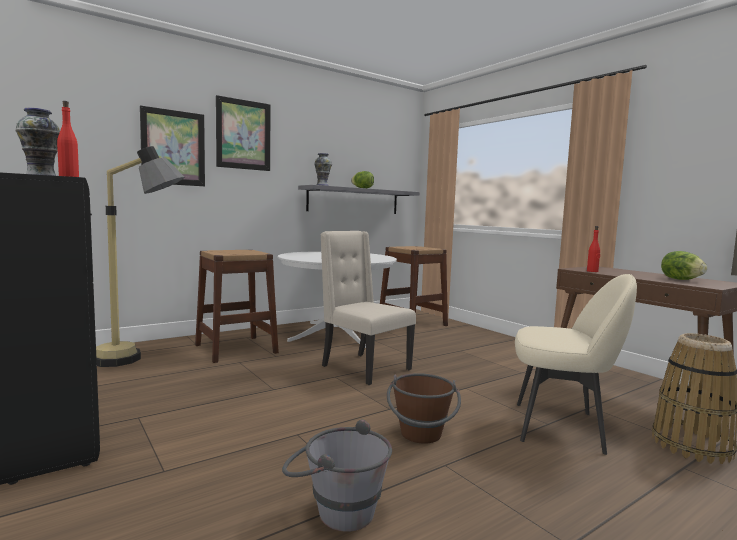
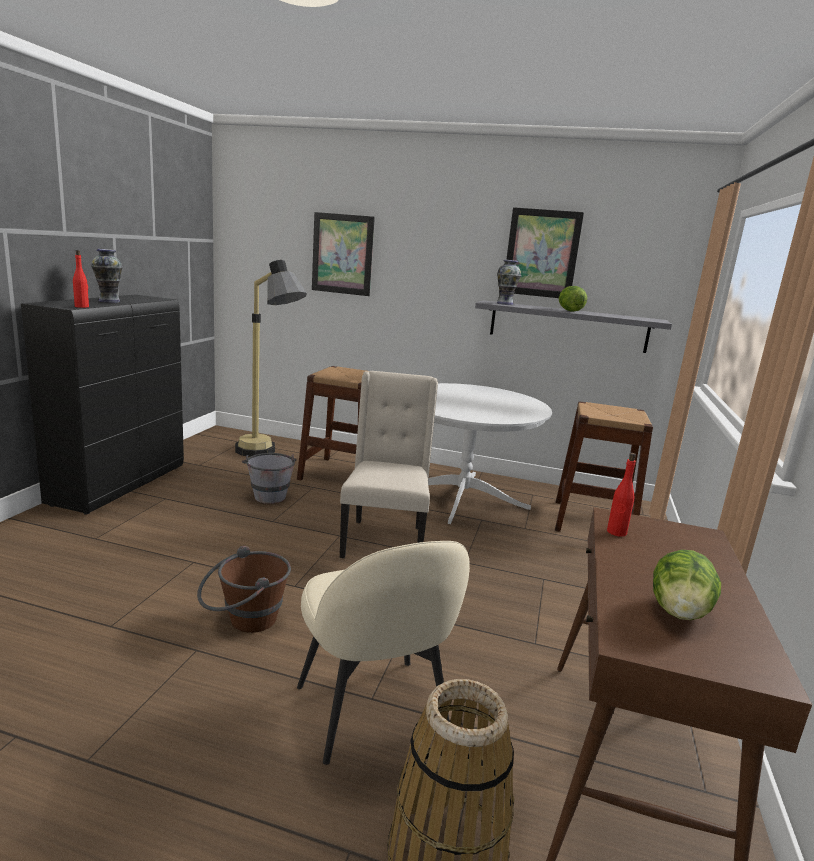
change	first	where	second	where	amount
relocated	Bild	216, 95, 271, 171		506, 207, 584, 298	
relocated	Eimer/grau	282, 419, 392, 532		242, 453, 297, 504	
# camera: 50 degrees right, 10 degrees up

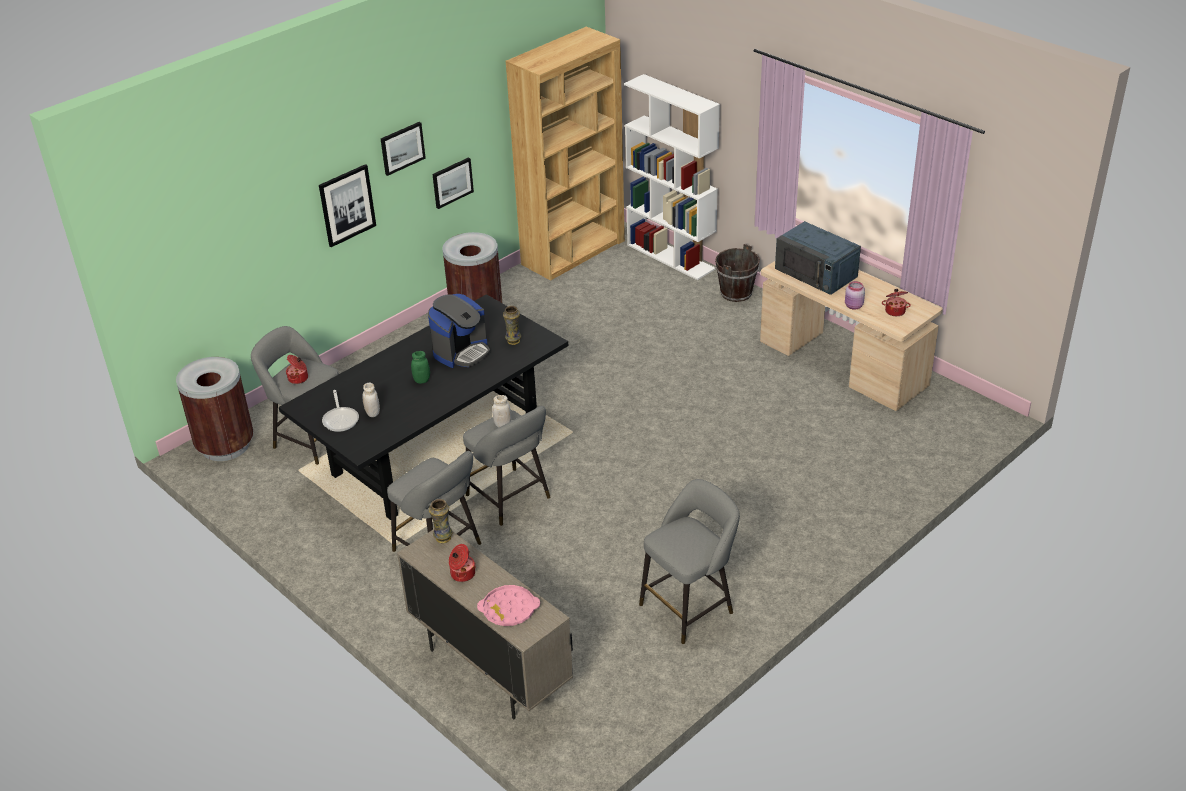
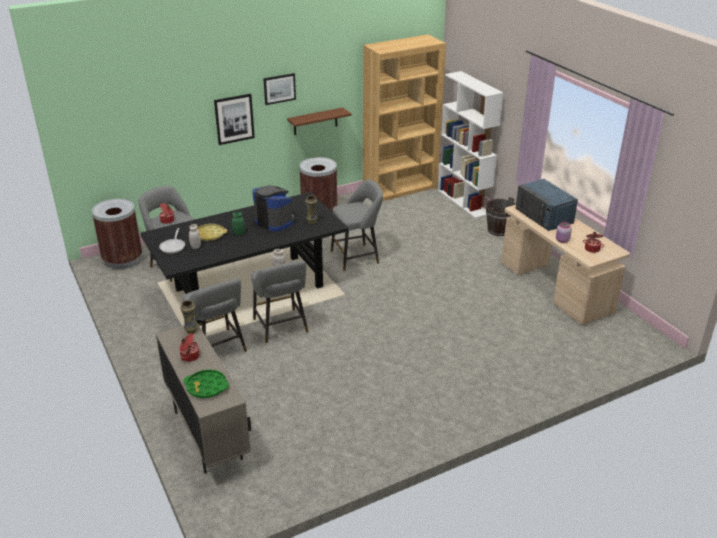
change	first	where	second	where	amount
appeared			Tablett/gelb	197, 224, 227, 241	
relocated	Hocker/grau	639, 479, 740, 644		331, 180, 383, 271	
exchanged	Bild	432, 157, 474, 209	Wandregal/braun	287, 107, 351, 135	
colour	Tablett/rosa	477, 585, 540, 626	Tablett/grün	183, 369, 229, 398	
spun	Kaffeemaschine	428, 294, 490, 368		252, 186, 295, 231	105 degrees counterclockwise
# camera: 15 degrees right, 5 degrees down

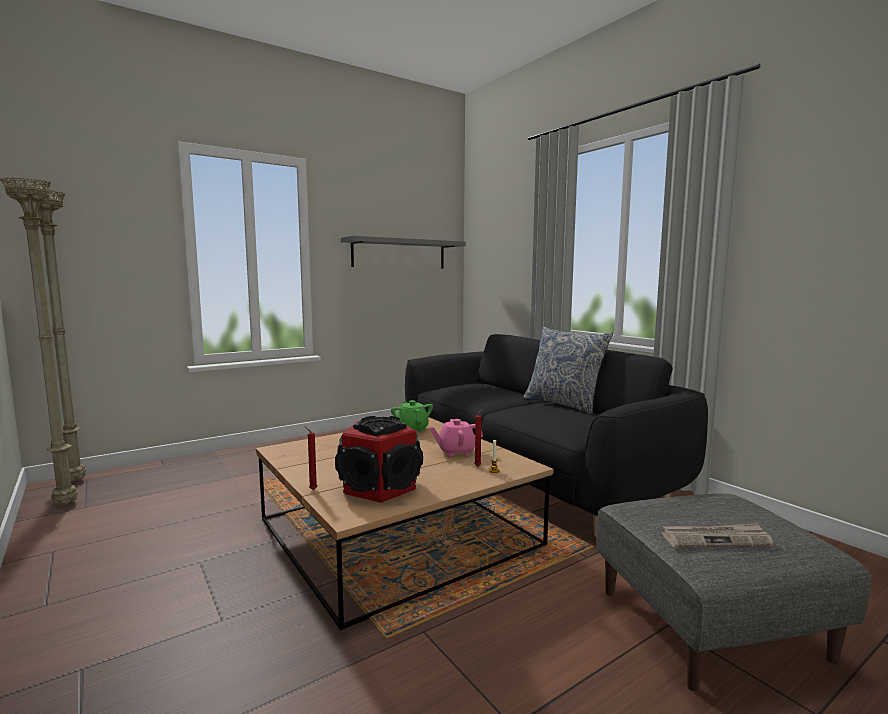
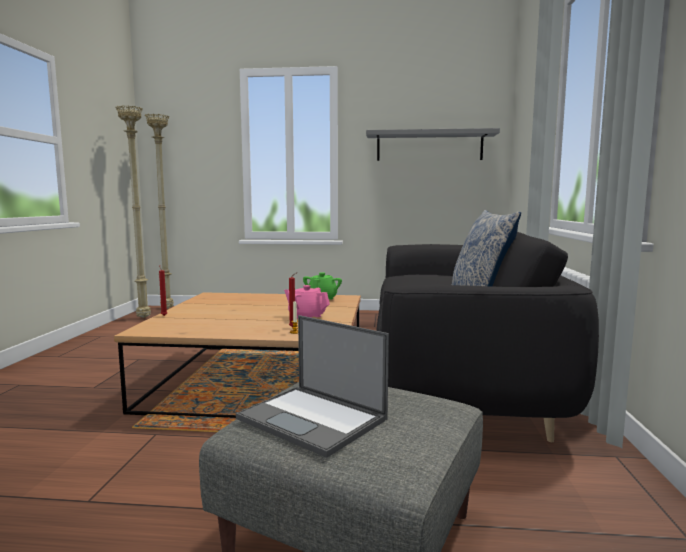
change	first	where	second	where	amount
missing	Lautsprecher	335, 416, 423, 503			
exchanged	Zeitung	661, 523, 774, 547	Laptop	236, 315, 389, 458	
# camera: 40 degrees right, 0 degrees up

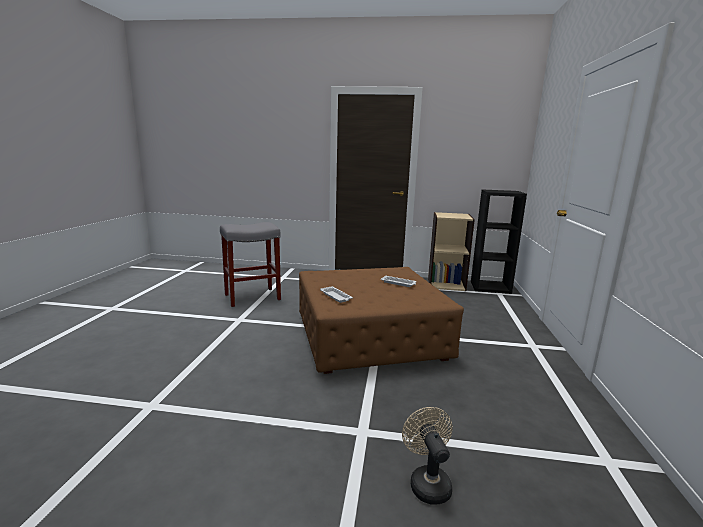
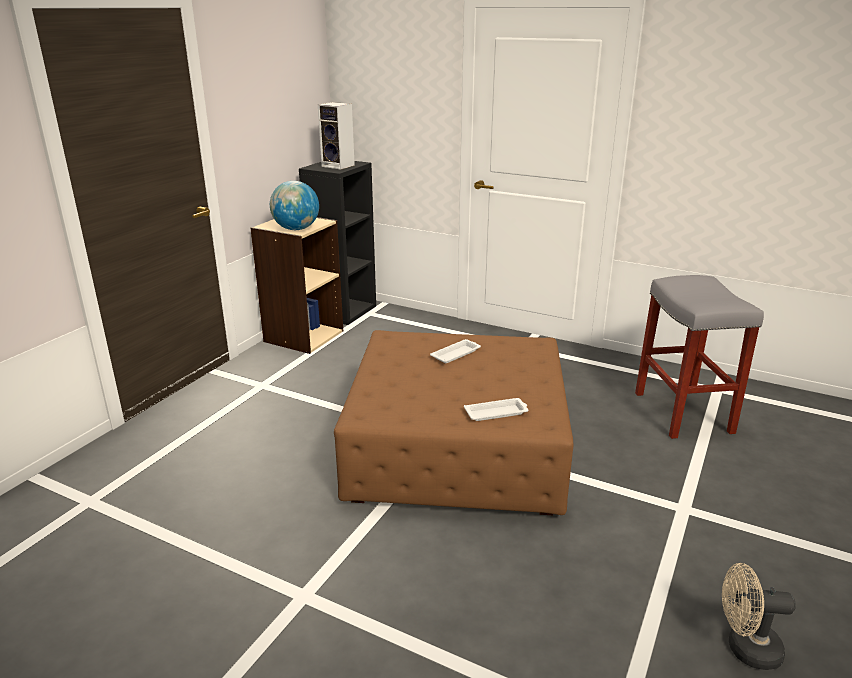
change	first	where	second	where	amount
appeared			Globus	270, 181, 319, 230	
appeared			Lautsprecher	318, 102, 355, 169	
relocated	Hocker/grau	220, 222, 281, 307		635, 275, 764, 439	
relocated	Ventilator/beige	402, 407, 453, 505		722, 563, 796, 670	
# camera: 70 degrees left, 10 degrees up

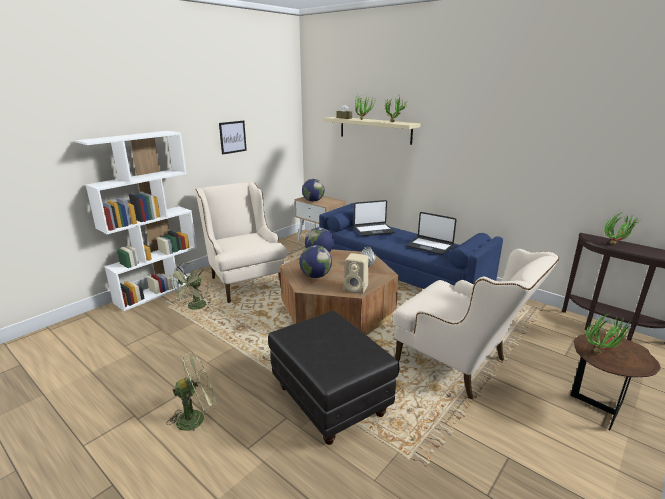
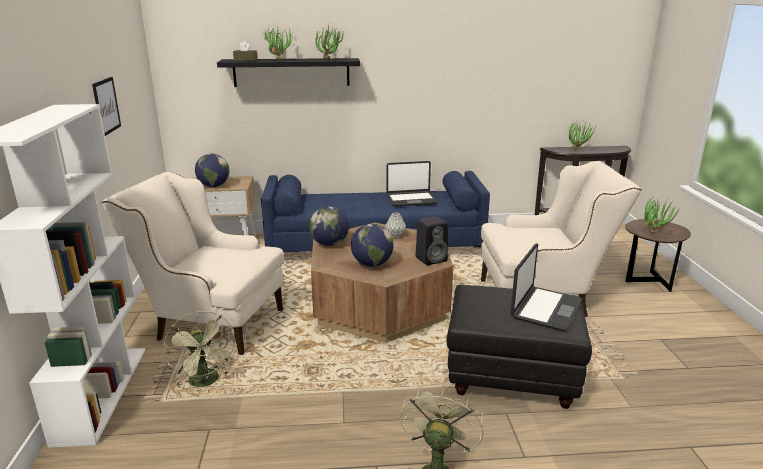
change	first	where	second	where	amount
relocated	Laptop	354, 200, 395, 236		510, 243, 582, 331	
colour	Wandregal/beige	324, 117, 420, 145	Wandregal/schwarz	217, 58, 360, 87	
colour	Lautsprecher/beige	344, 253, 368, 294	Lautsprecher/schwarz	416, 216, 448, 265	
# camera: 45 degrees left, 0 degrees up

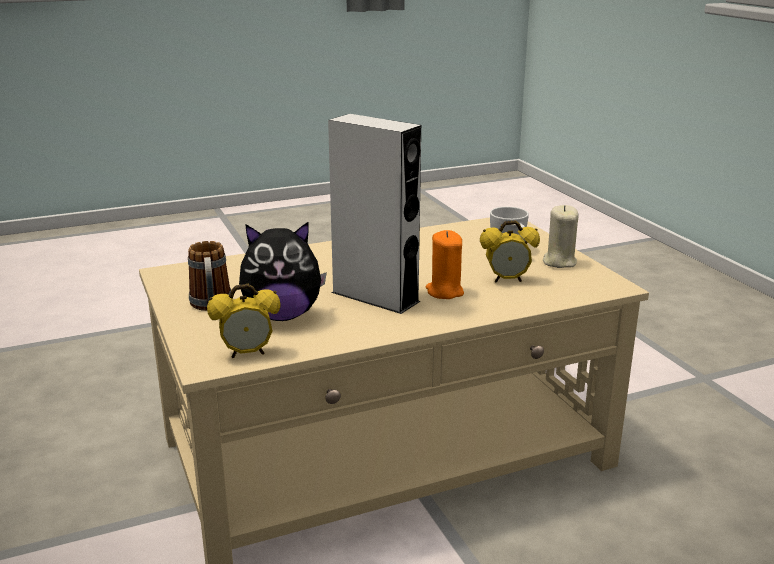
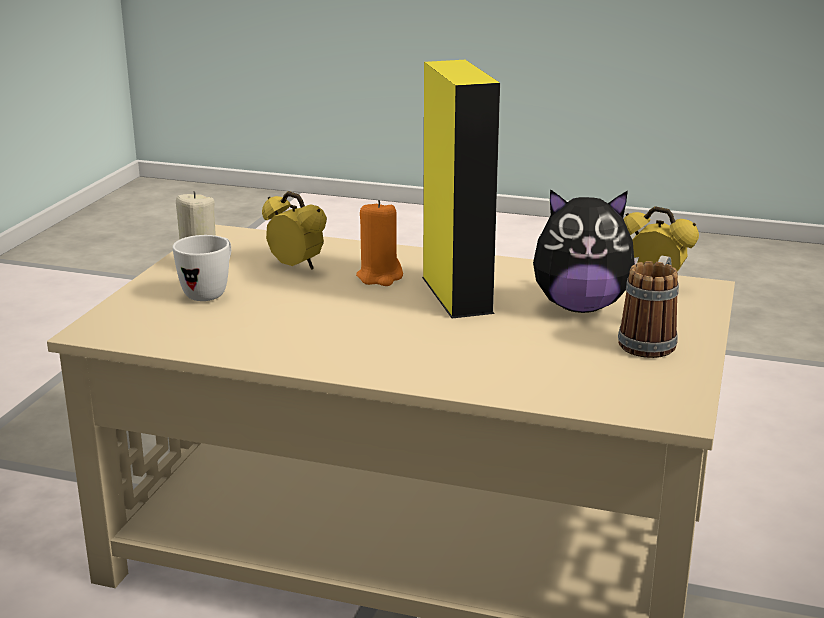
change	first	where	second	where	amount
colour	Lautsprecher/grau	328, 114, 421, 314	Lautsprecher/gelb	422, 60, 500, 318	
spun	Plüschtier	239, 222, 327, 321		533, 189, 639, 313	150 degrees clockwise
# camera: 140 degrees left, 0 degrees up

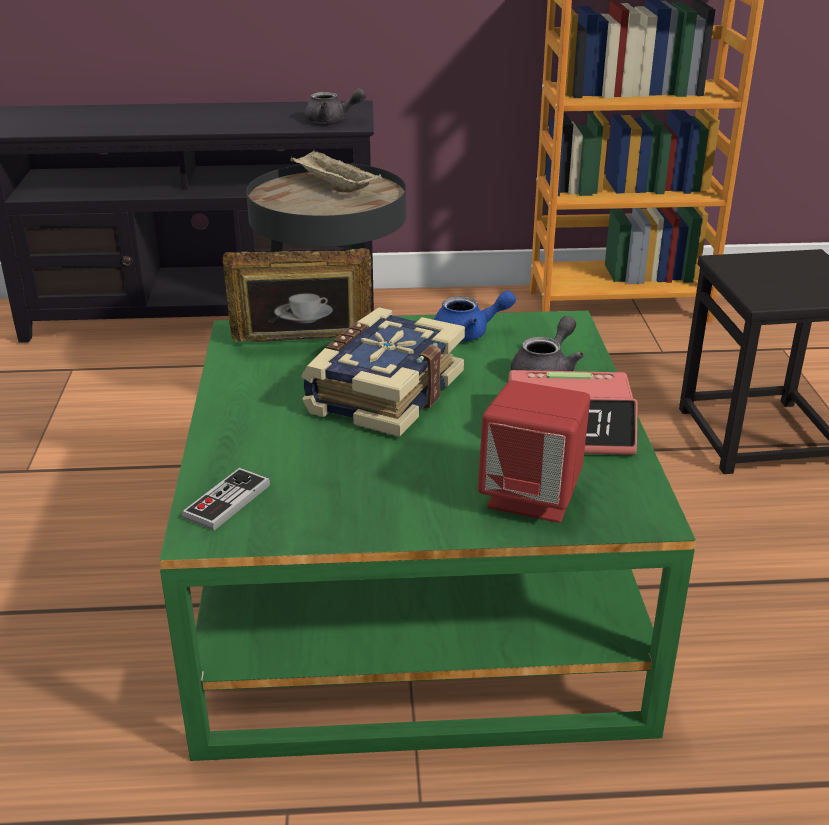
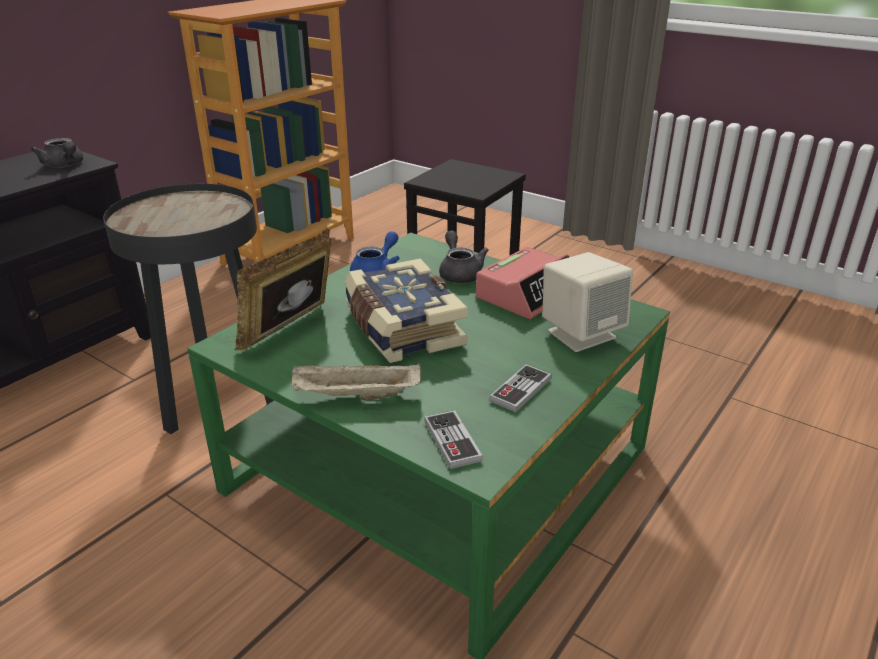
change	first	where	second	where	amount
appeared			Gamepad	489, 364, 552, 412	
relocated	Tablett/beige	290, 150, 382, 192		292, 363, 421, 400	
colour	Lautsprecher/rot	478, 380, 590, 523	Lautsprecher/beige	543, 252, 633, 352	
spun	Teekanne/grau	305, 88, 366, 124		31, 138, 83, 168	90 degrees clockwise
# camera: 50 degrees left, 0 degrees up

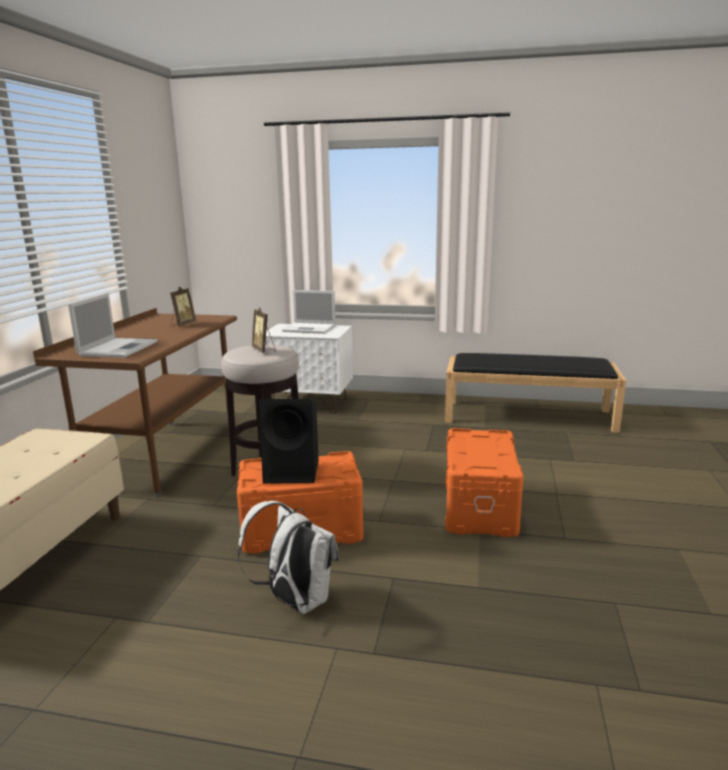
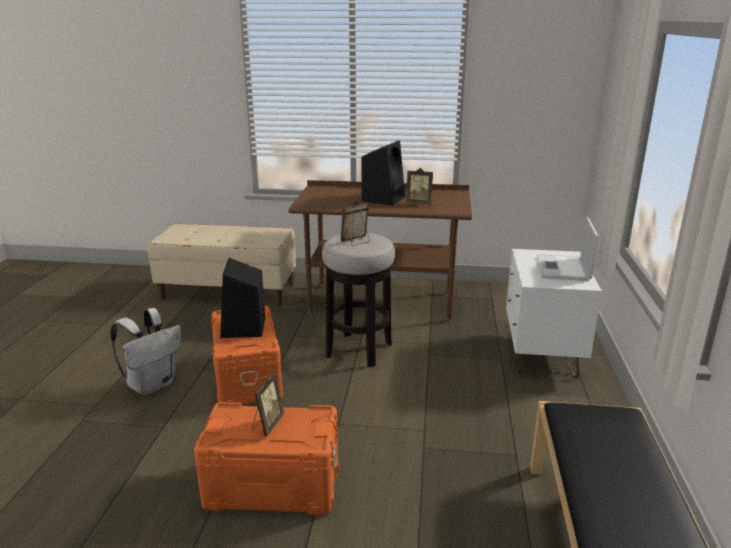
change	first	where	second	where	amount
missing	Laptop	68, 293, 157, 358			
appeared			Bilderrahmen	252, 372, 284, 436	
appeared			Lautsprecher/schwarz	361, 140, 405, 205	
# camera: 85 degrees right, 5 degrees up

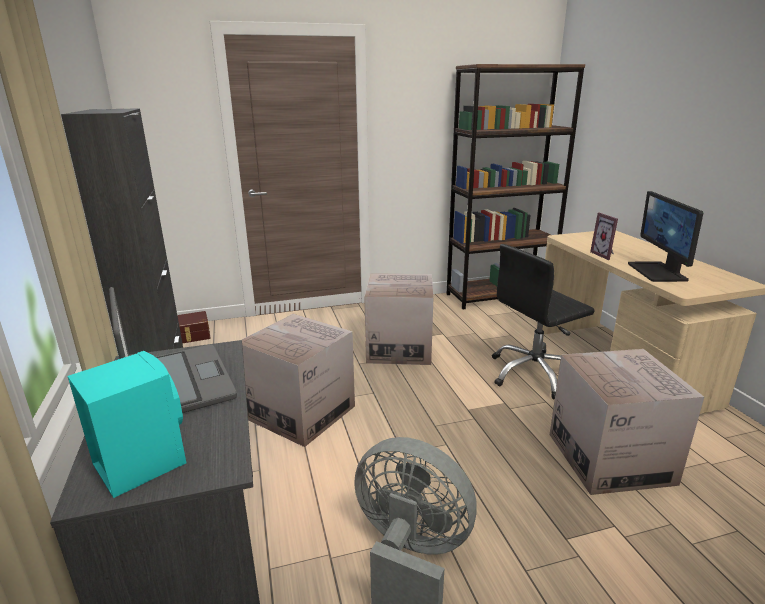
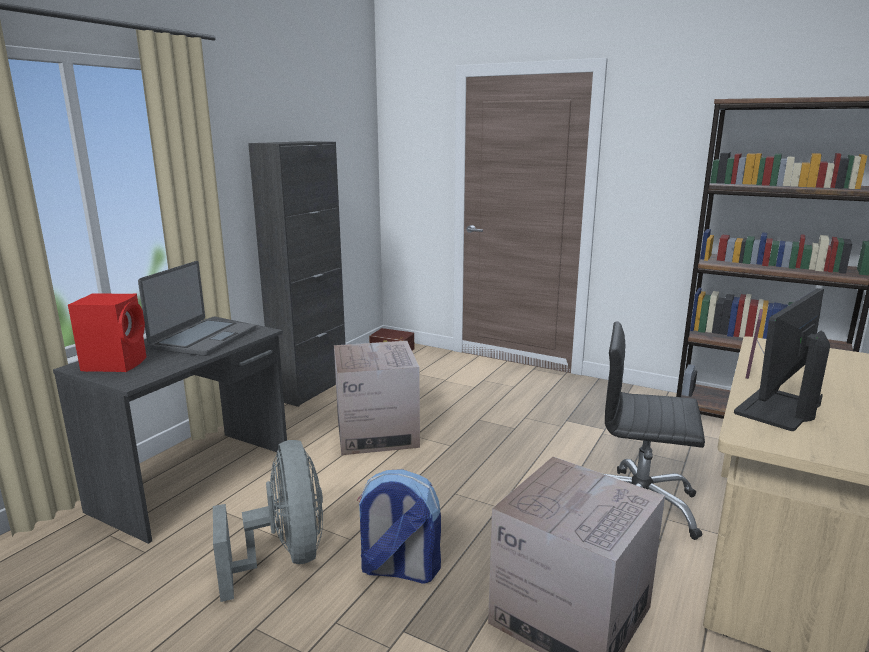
change	first	where	second	where	amount
missing	Karton	364, 273, 433, 365			
appeared			Rucksack	357, 469, 441, 584	
colour	Lautsprecher/türkis	68, 351, 186, 498	Lautsprecher/rot	68, 293, 146, 372	
# camera: 45 degrees right, 5 degrees down

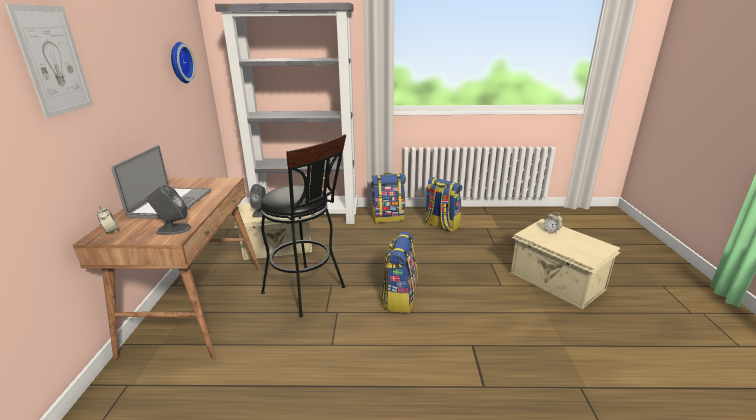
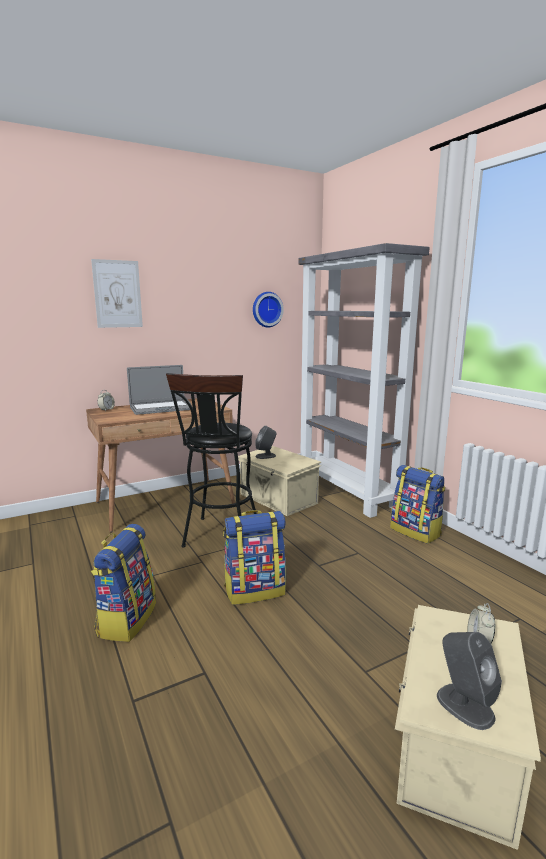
change	first	where	second	where	amount
relocated	Lautsprecher/grau	147, 184, 191, 235		437, 632, 502, 730	
relocated	Rucksack	424, 177, 462, 232		91, 524, 156, 642	
# camera: 60 degrees right, 10 degrees down

